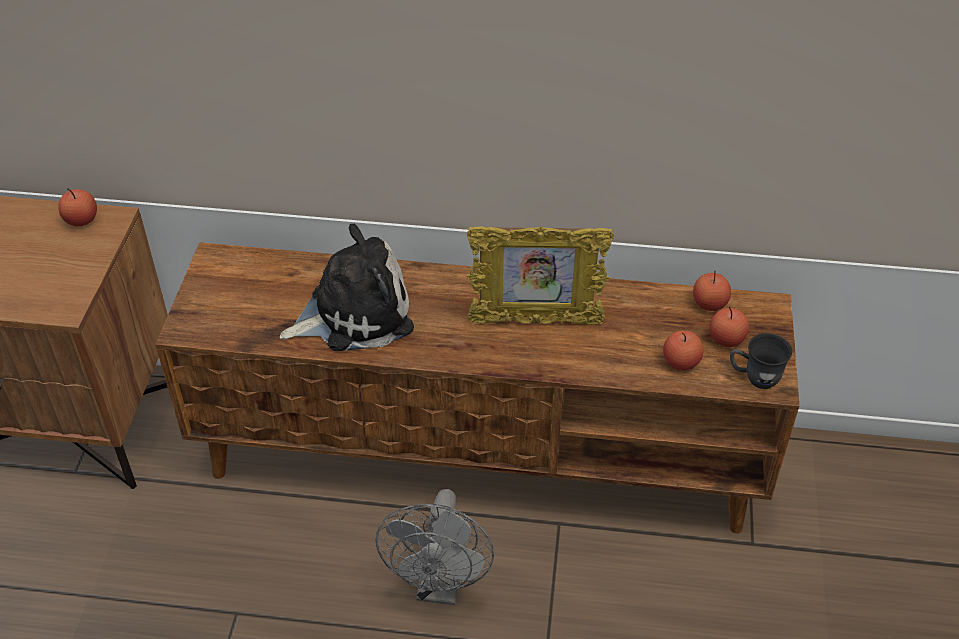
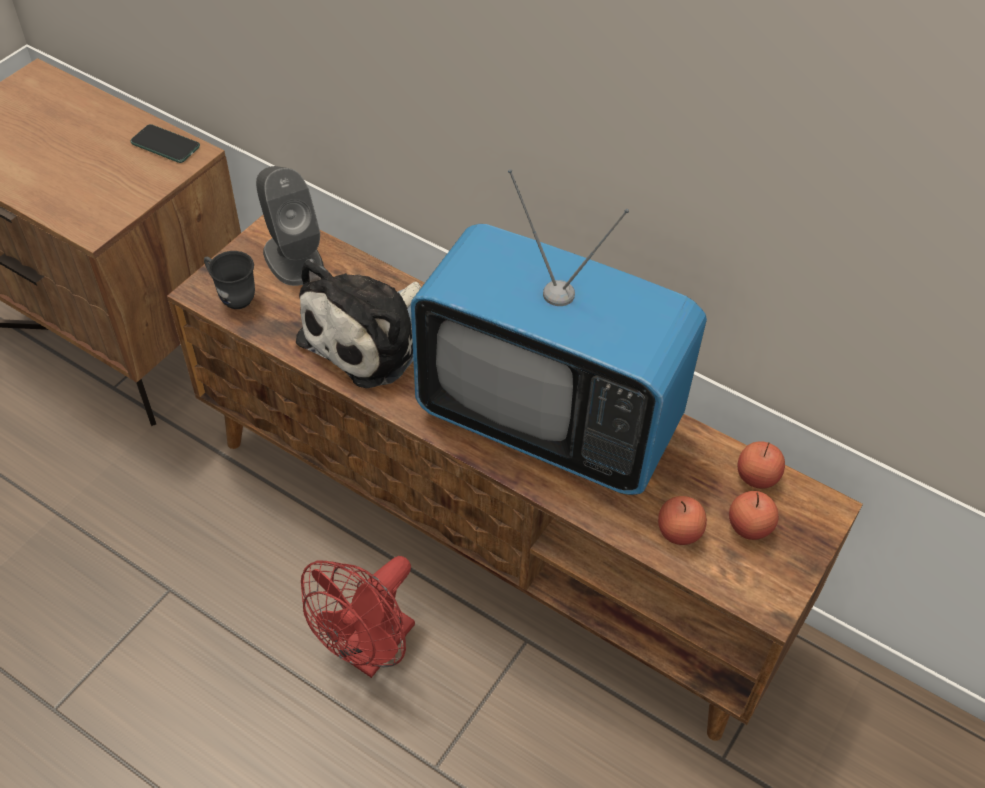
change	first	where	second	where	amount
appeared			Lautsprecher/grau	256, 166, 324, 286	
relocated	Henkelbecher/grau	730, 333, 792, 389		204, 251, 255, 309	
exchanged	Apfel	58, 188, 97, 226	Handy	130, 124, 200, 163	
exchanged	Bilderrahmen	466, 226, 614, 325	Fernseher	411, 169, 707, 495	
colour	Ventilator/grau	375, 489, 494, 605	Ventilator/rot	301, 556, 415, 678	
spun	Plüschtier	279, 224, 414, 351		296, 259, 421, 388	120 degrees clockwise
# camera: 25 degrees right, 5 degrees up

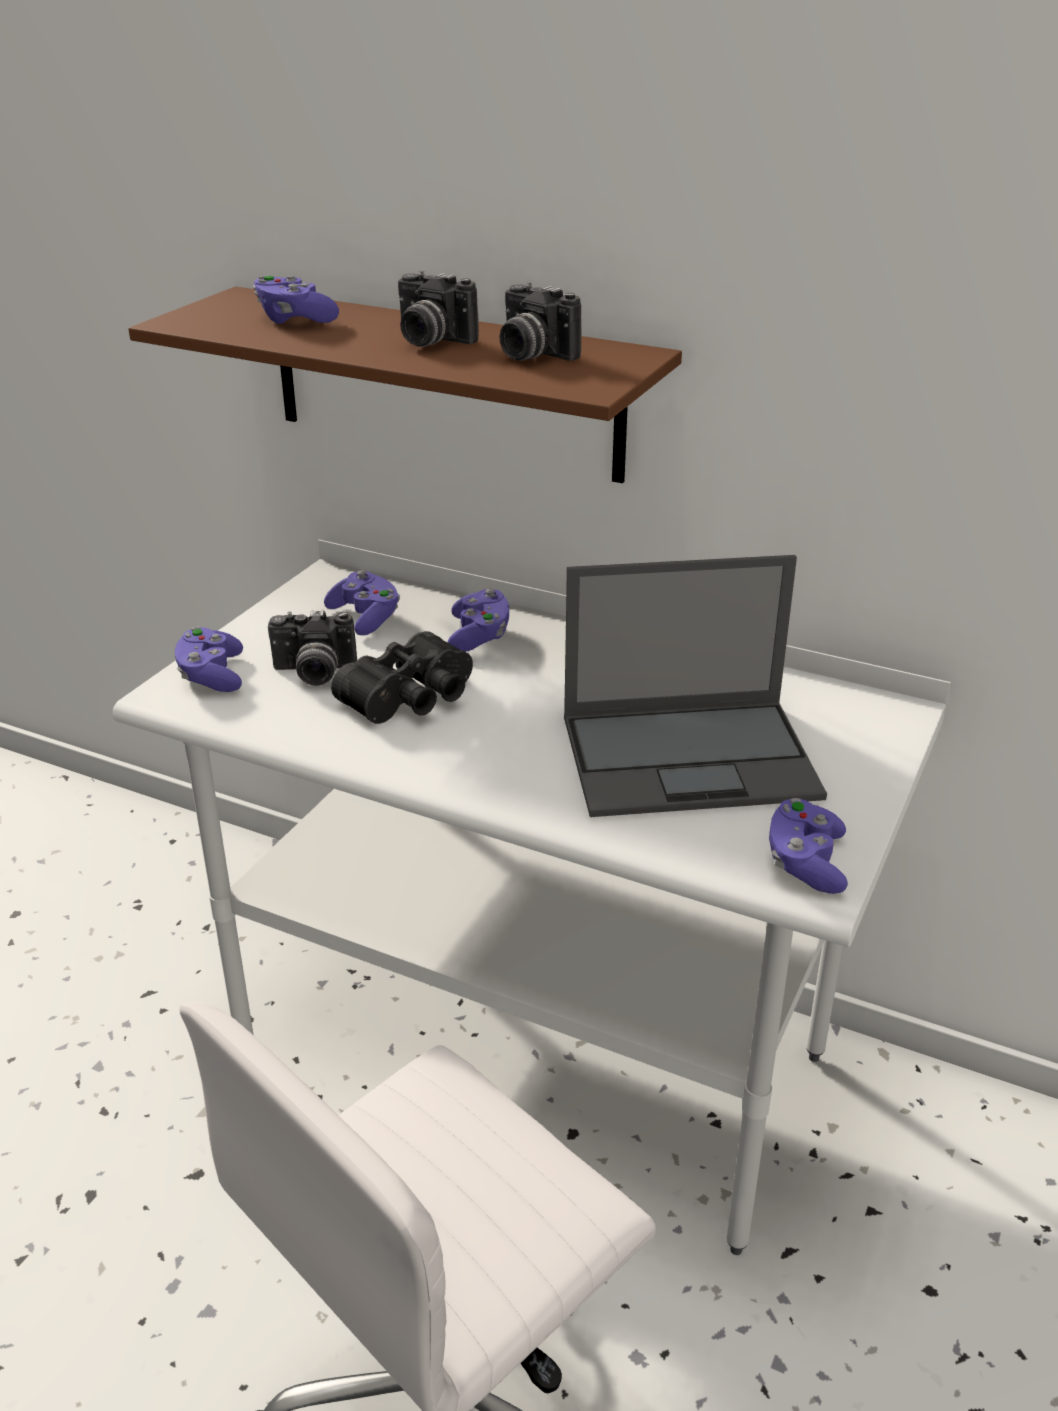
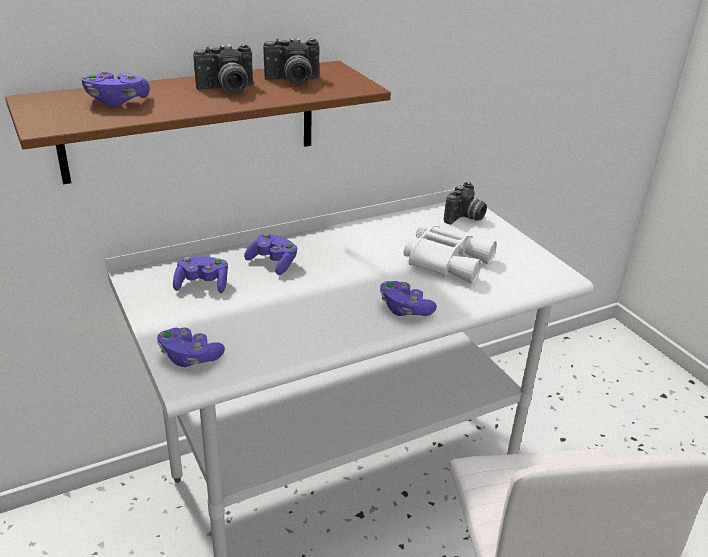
change	first	where	second	where	amount
missing	Fernglas/schwarz	331, 631, 473, 724			
relocated	Kamera	268, 610, 357, 686		444, 182, 487, 224	
relocated	Gamepad/lila	769, 798, 848, 894		380, 281, 437, 316	
exchanged	Laptop	564, 555, 827, 817	Fernglas/weiß	403, 226, 497, 284	
# camera: 55 degrees left, 0 degrees up

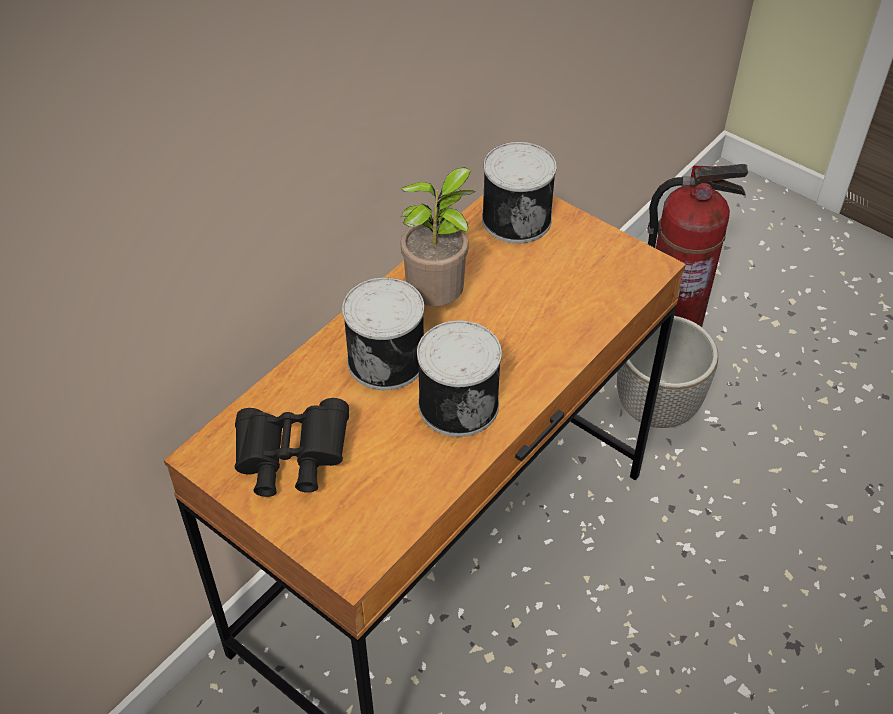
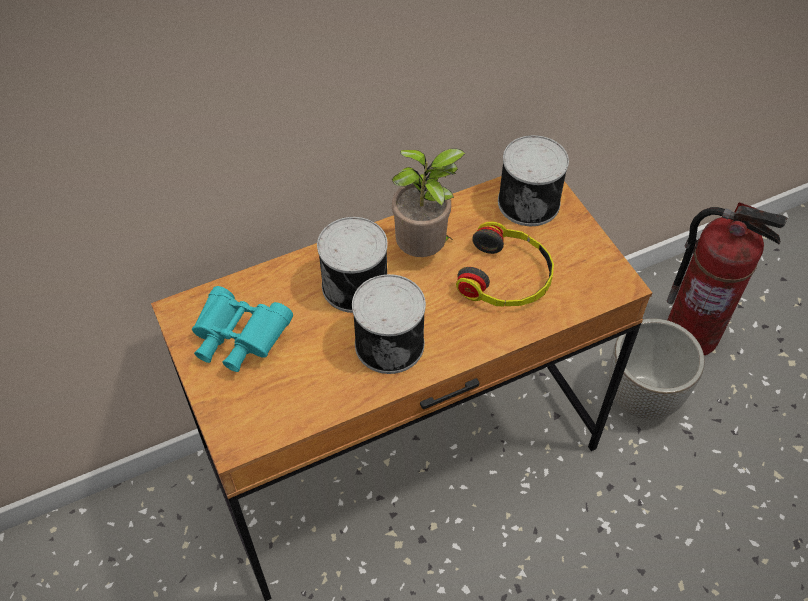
change	first	where	second	where	amount
appeared			Kopfhörer	456, 222, 554, 306	
colour	Fernglas/schwarz	235, 398, 349, 497	Fernglas/türkis	192, 286, 293, 372	
# camera: 25 degrees right, 5 degrees up

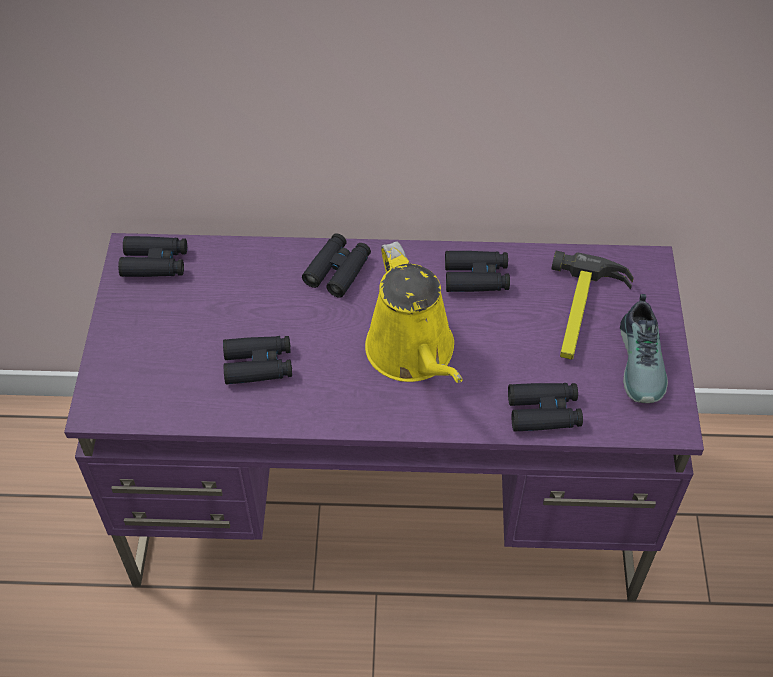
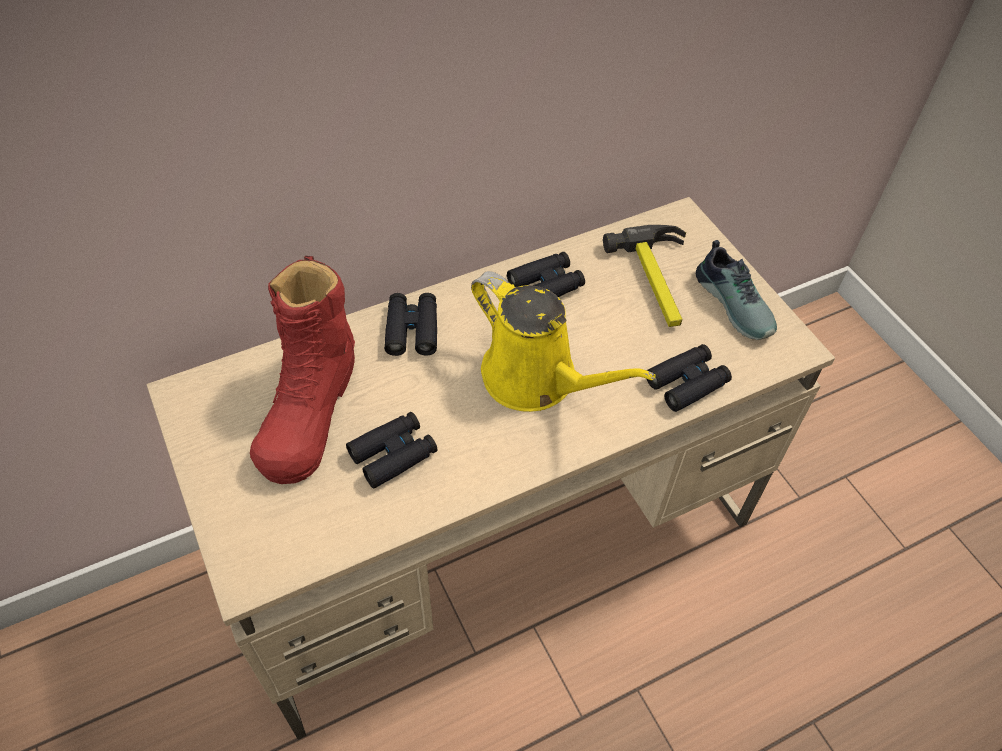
change	first	where	second	where	amount
missing	Fernglas/schwarz	118, 236, 187, 277			
appeared			Stiefel/rot	250, 256, 355, 484	
colour	Schreibtisch/lila	64, 233, 704, 601	Schreibtisch/beige	147, 197, 835, 740	
# camera: 30 degrees left, 0 degrees up

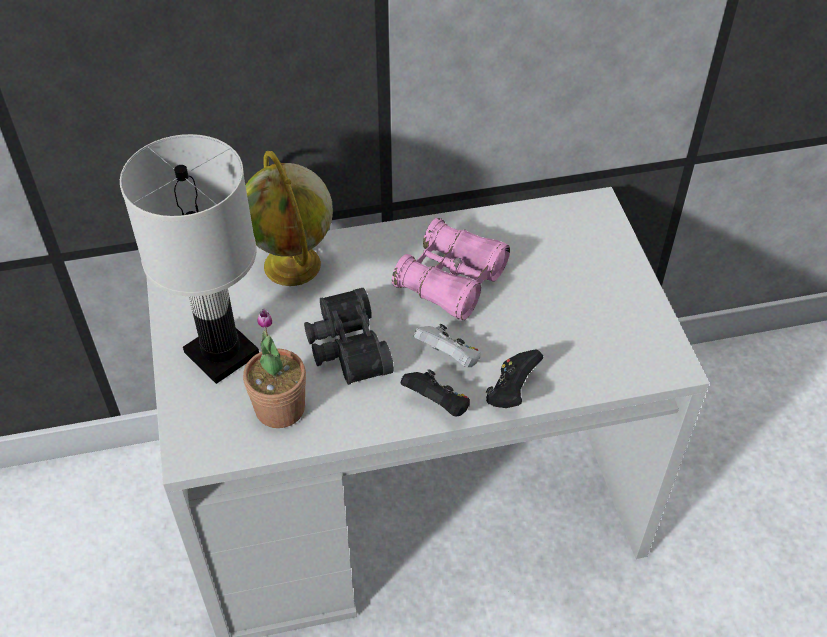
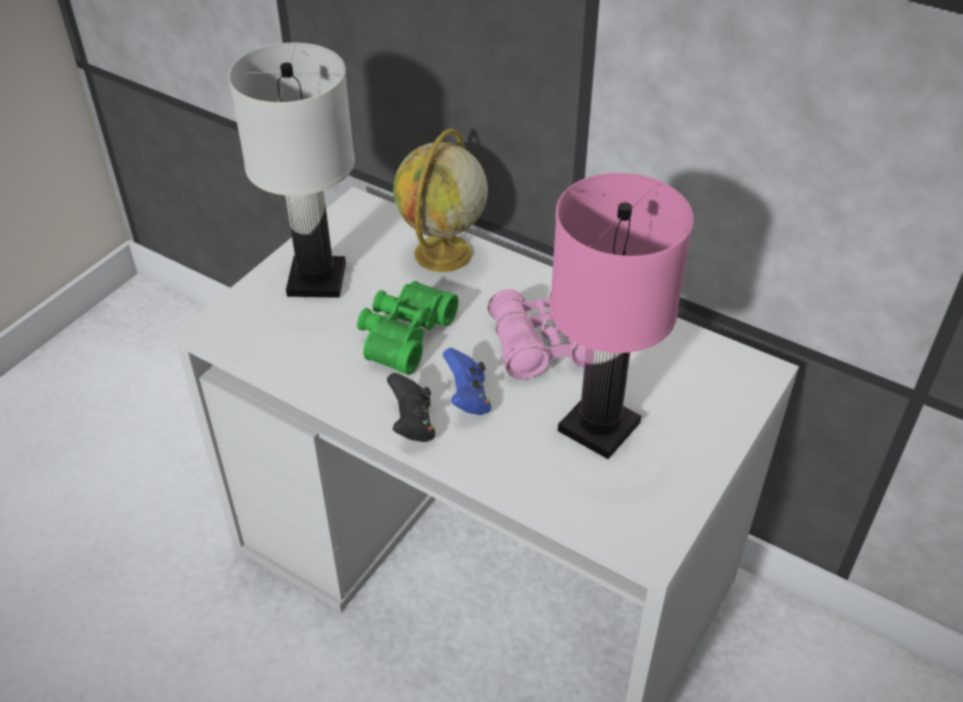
change	first	where	second	where	amount
missing	Topfpflanze	243, 308, 306, 428			
missing	Gamepad/schwarz	486, 349, 543, 408			
appeared			Tischlampe/rosa	550, 173, 694, 459	
colour	Fernglas/schwarz	304, 288, 394, 385	Fernglas/grün	357, 281, 459, 375	
colour	Gamepad/weiß	414, 324, 480, 367	Gamepad/blau	443, 348, 491, 415	
# camera: 45 degrees right, 5 degrees down

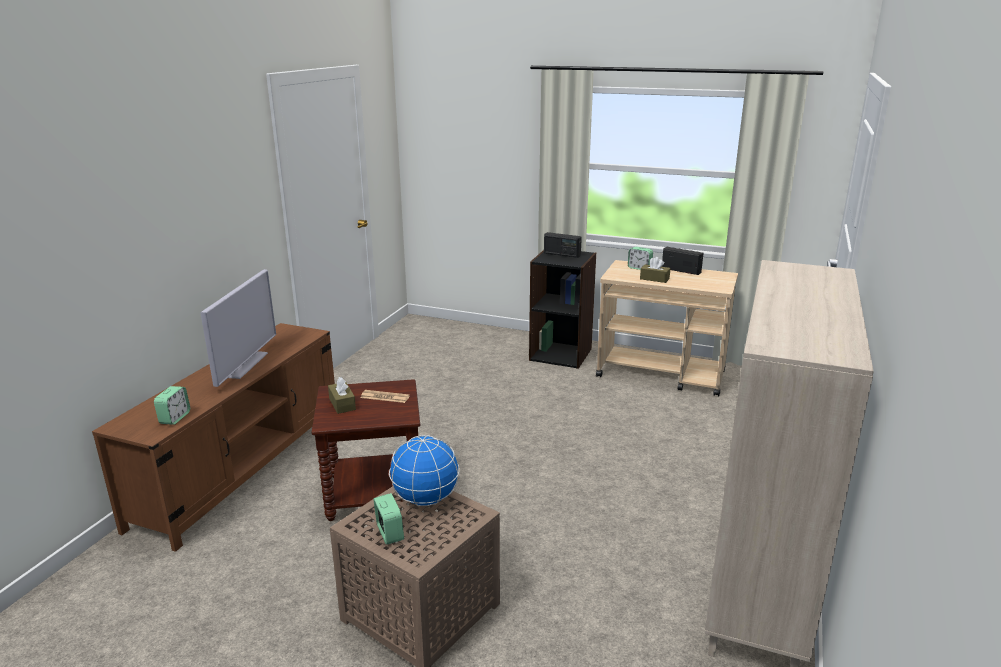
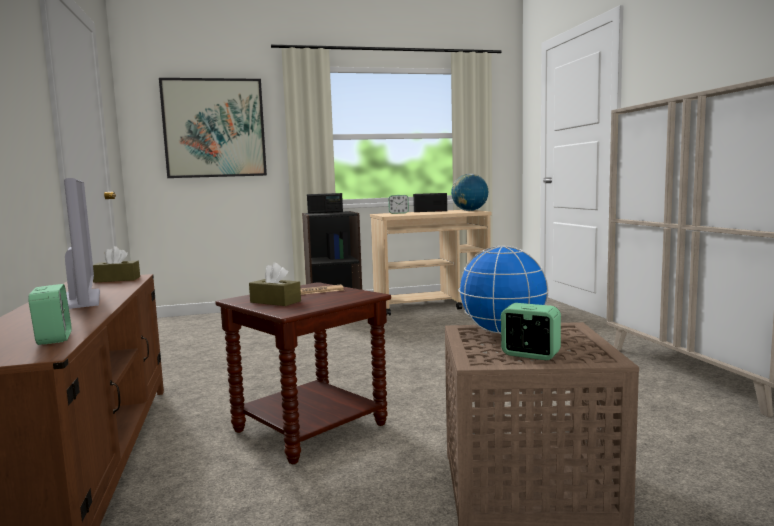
change	first	where	second	where	amount
appeared			Bild	159, 78, 267, 178	
appeared			Globus	451, 174, 488, 211	
relocated	Taschentuchbox/braun	640, 257, 670, 283		93, 246, 140, 283	
# camera: 35 degrees left, 15 degrees down

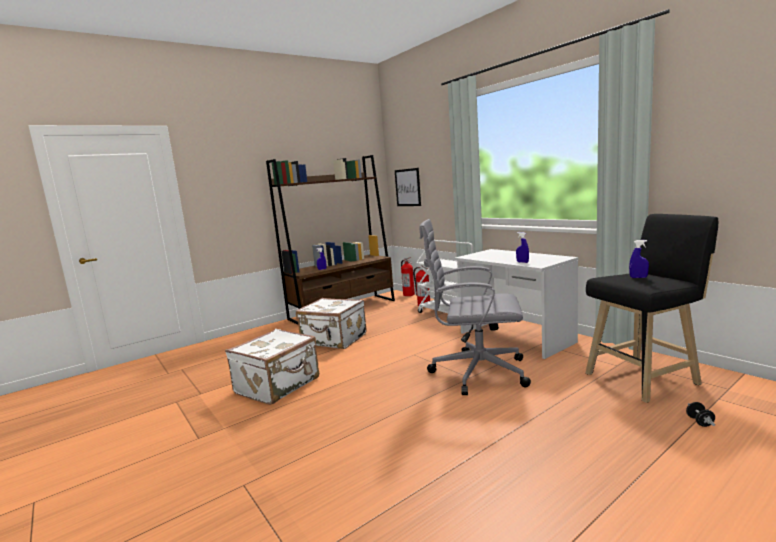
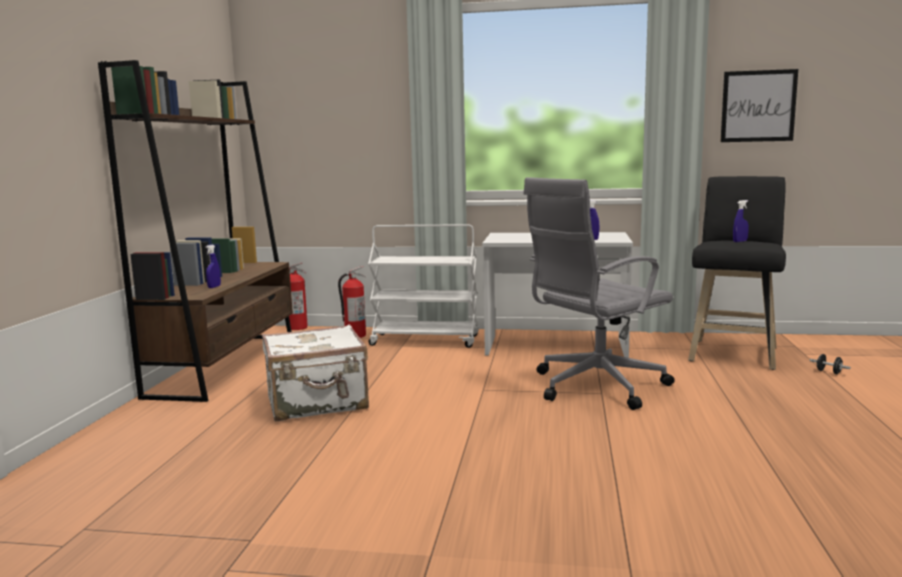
change	first	where	second	where	amount
missing	Koffer/weiß	225, 329, 319, 405			
relocated	Bild	395, 168, 421, 206		721, 69, 798, 142	
# camera: 45 degrees left, 0 degrees up

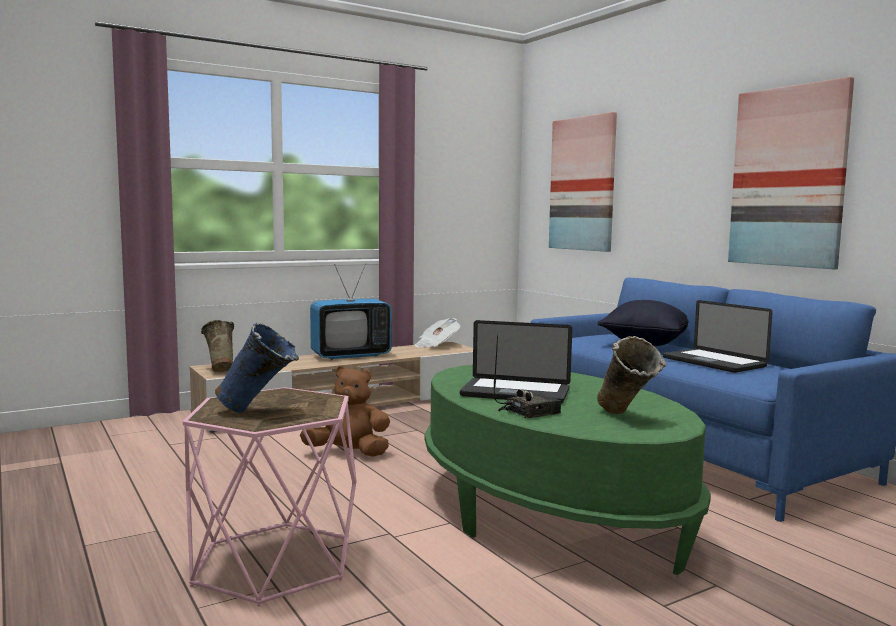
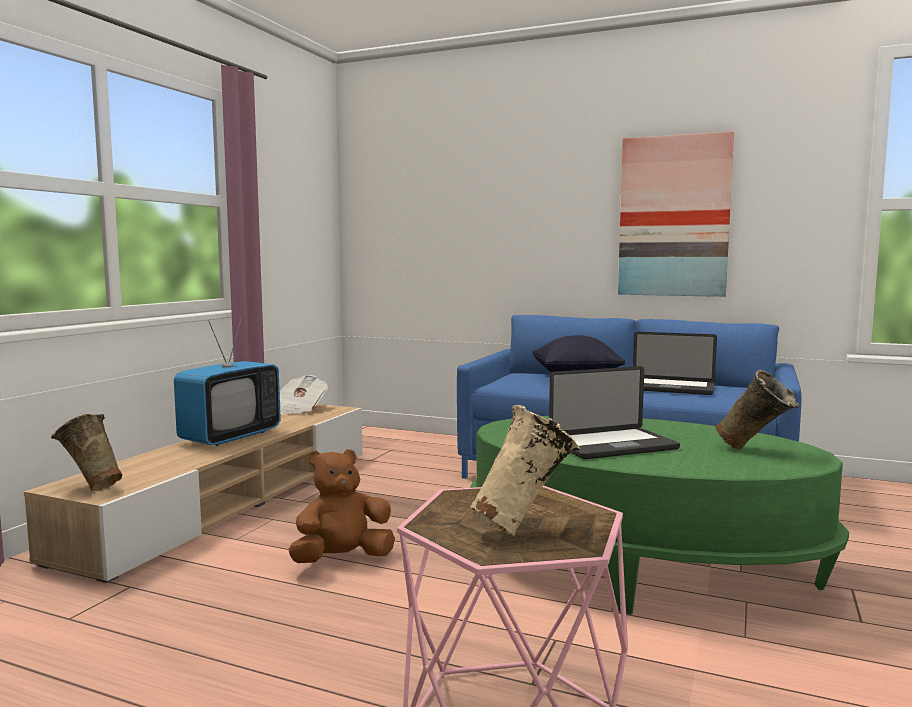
change	first	where	second	where	amount
missing	Radio	494, 334, 561, 418			
missing	Bild	549, 112, 617, 252			
colour	Vase/blau	215, 323, 299, 413	Vase/beige	469, 405, 580, 537	
# camera: 35 degrees left, 0 degrees up

